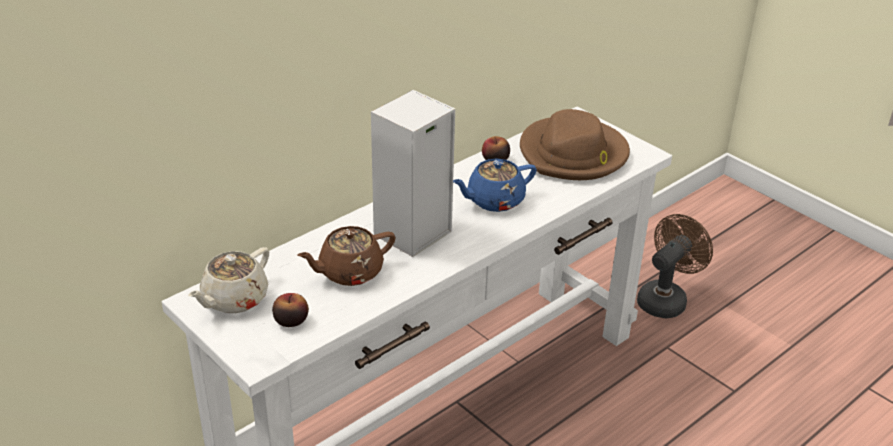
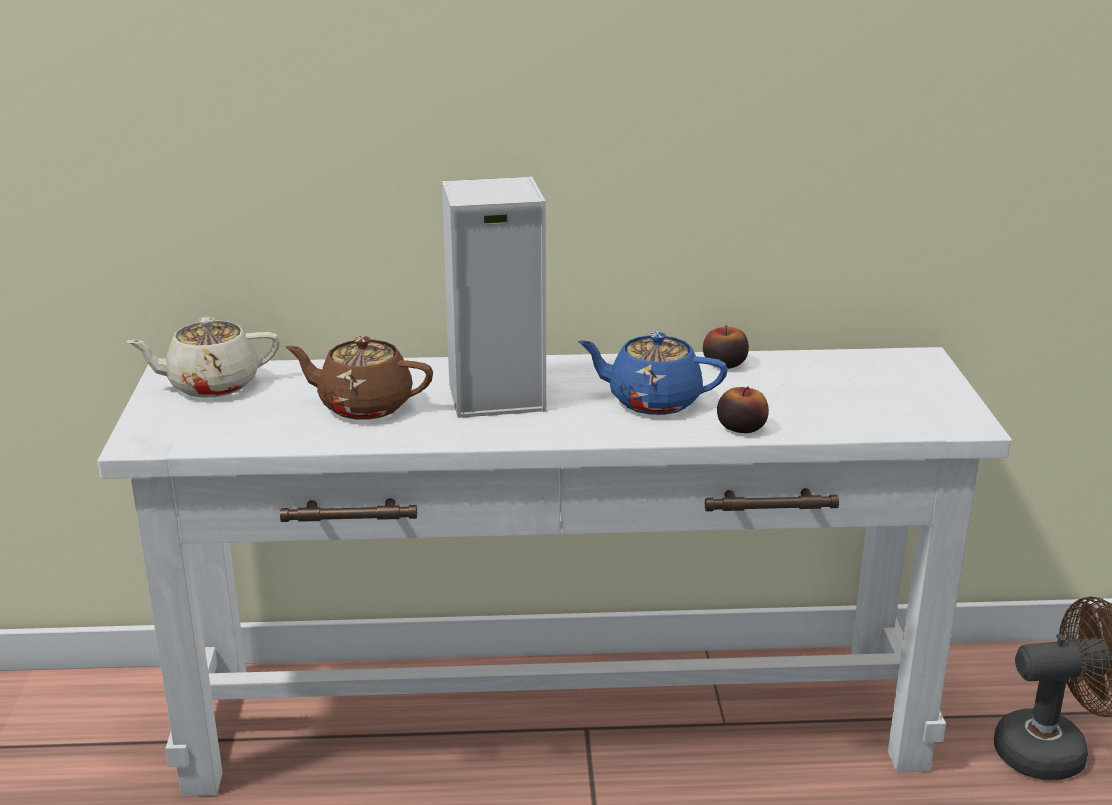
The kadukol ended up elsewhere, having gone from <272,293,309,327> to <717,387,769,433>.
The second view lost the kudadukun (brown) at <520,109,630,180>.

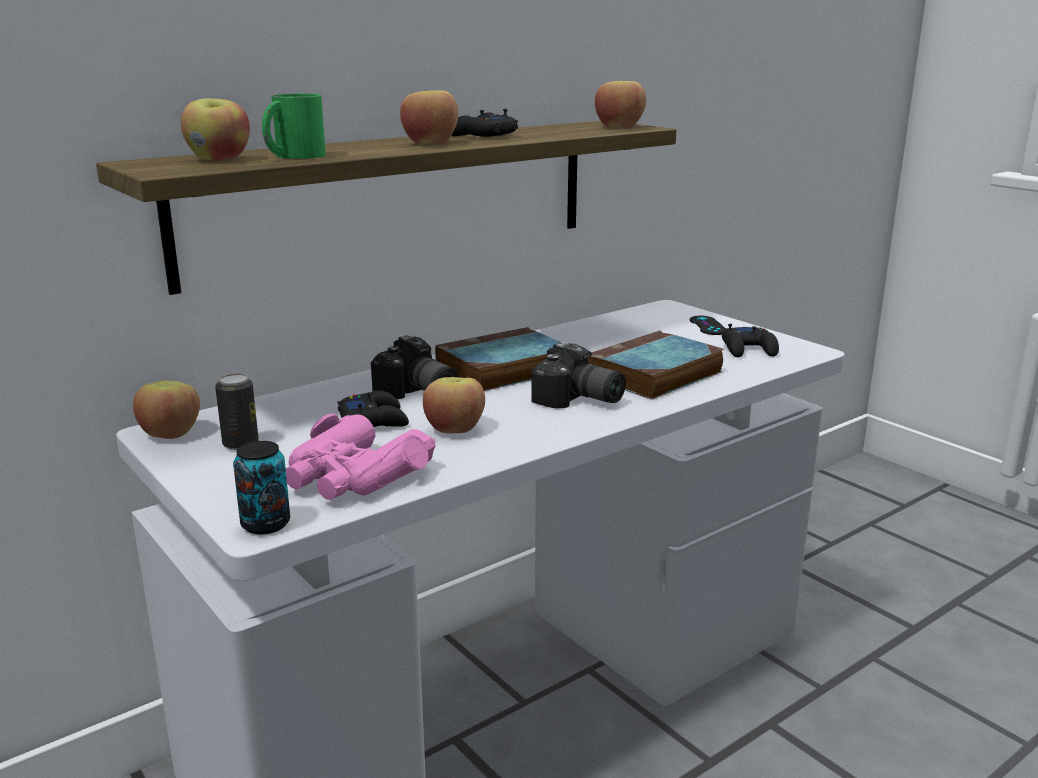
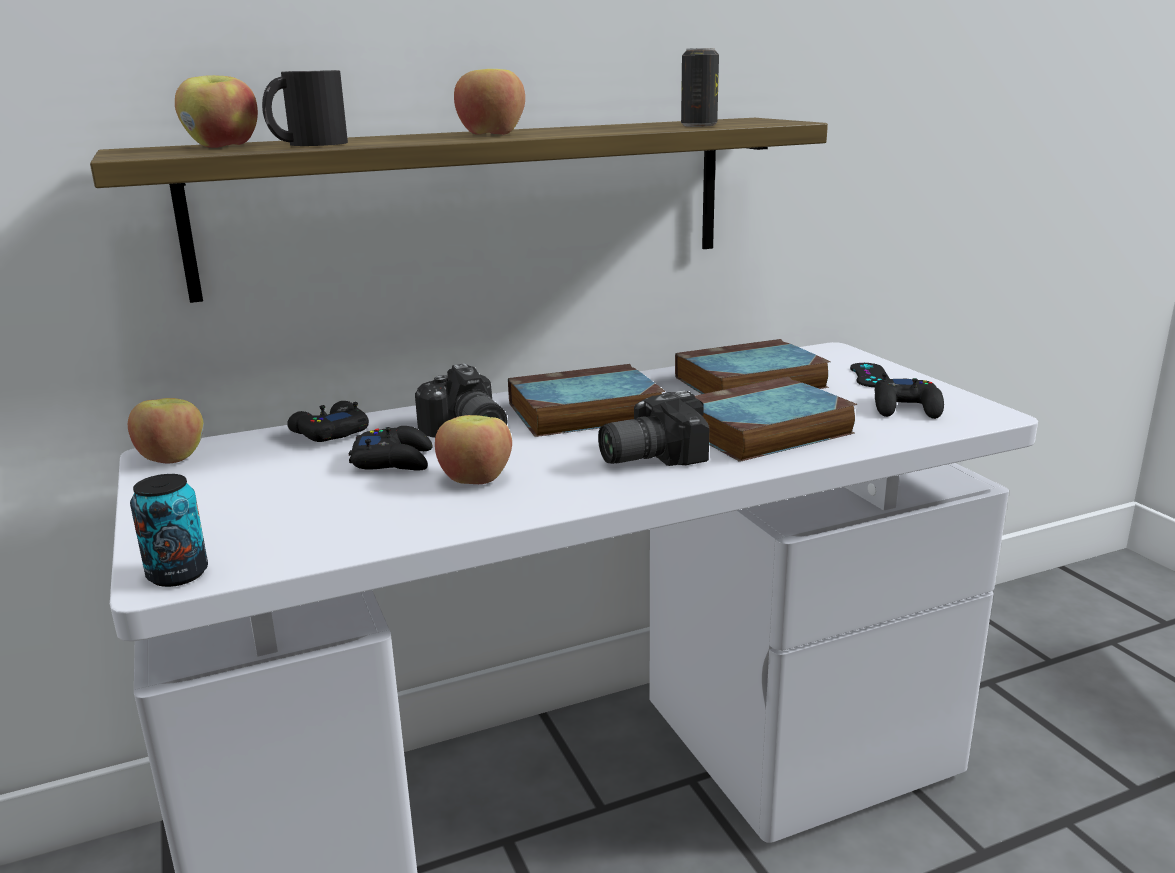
The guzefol ended up elsewhere, having gone from <215,374,259,450> to <681,48,719,127>.
What was the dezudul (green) at <262,93,326,159> turned into the dezudul (black) at <262,70,348,146>.
The second view lost the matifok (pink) at <286,414,436,500>.
The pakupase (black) ended up elsewhere, having gone from <451,109,518,137> to <287,401,369,442>.
The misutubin at <532,342,626,408> ended up facing another way, 105 degrees clockwise from before.
The second view lost the kadukol at <595,81,646,128>.
The second view gained the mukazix at <675,339,831,394>.

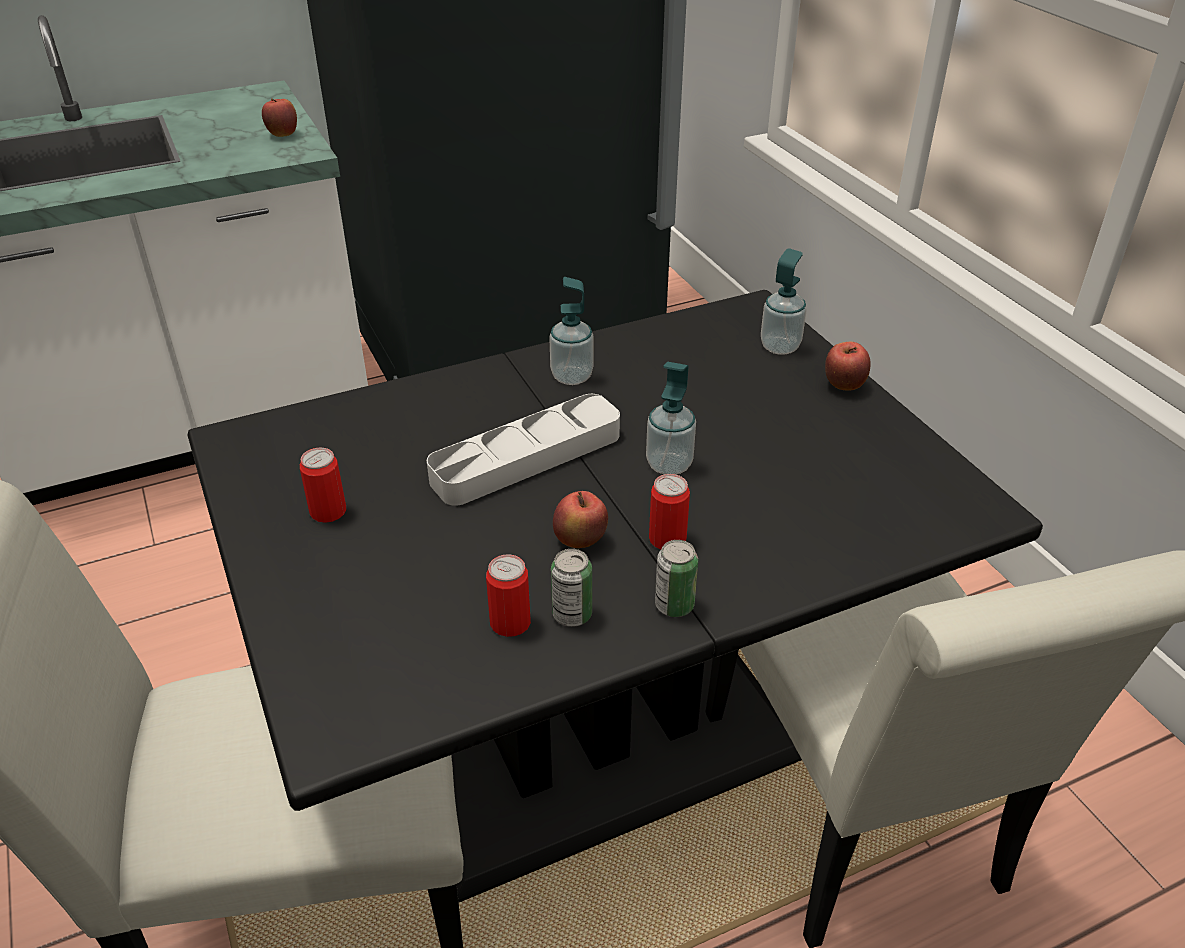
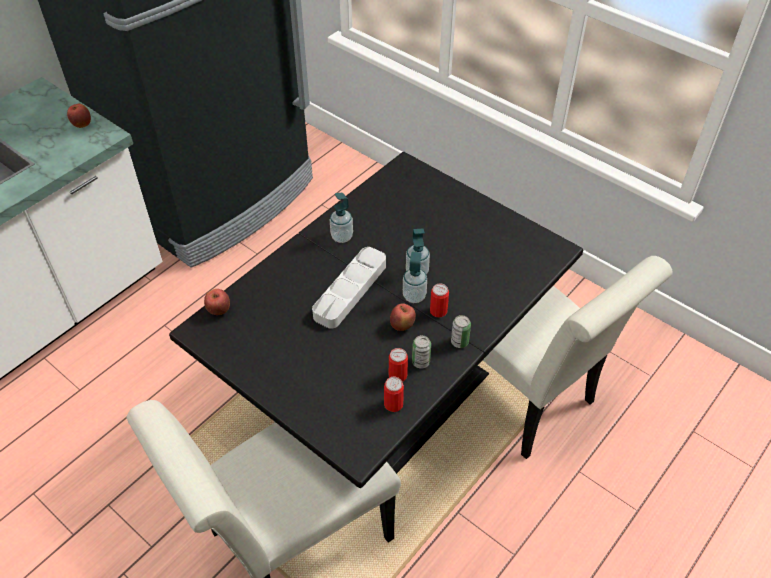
The guzefol ended up elsewhere, having gone from <300,448,346,523> to <384,377,404,412>.
The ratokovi ended up elsewhere, having gone from <761,248,807,355> to <403,252,427,303>.
The kadukol ended up elsewhere, having gone from <825,342,871,391> to <204,289,230,315>.

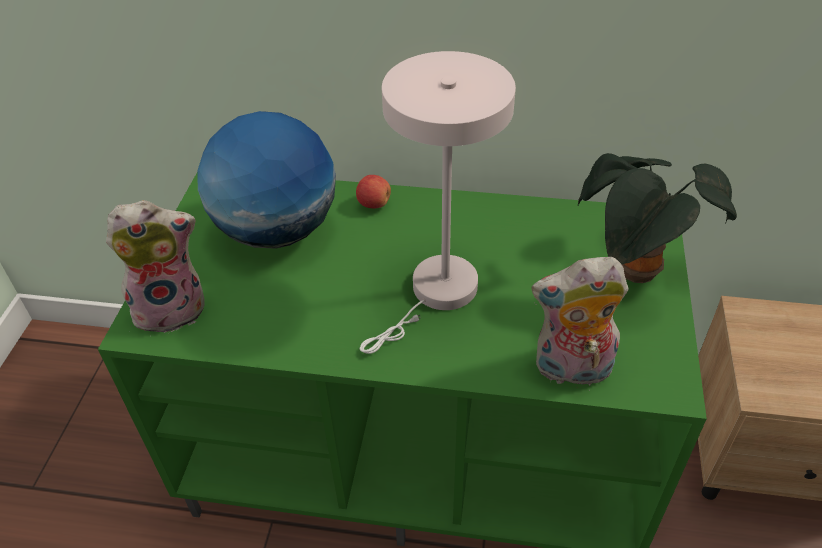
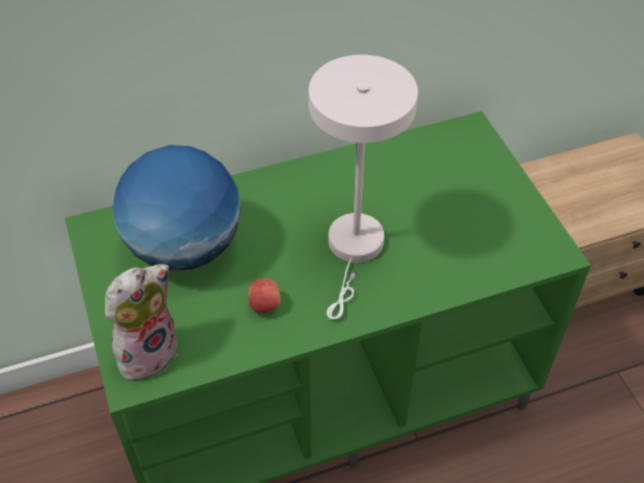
The kadukol ended up elsewhere, having gone from <356,175,391,208> to <247,278,281,313>.
The second view lost the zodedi at <531,257,629,391>.
The second view lost the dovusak at <578,153,737,283>.

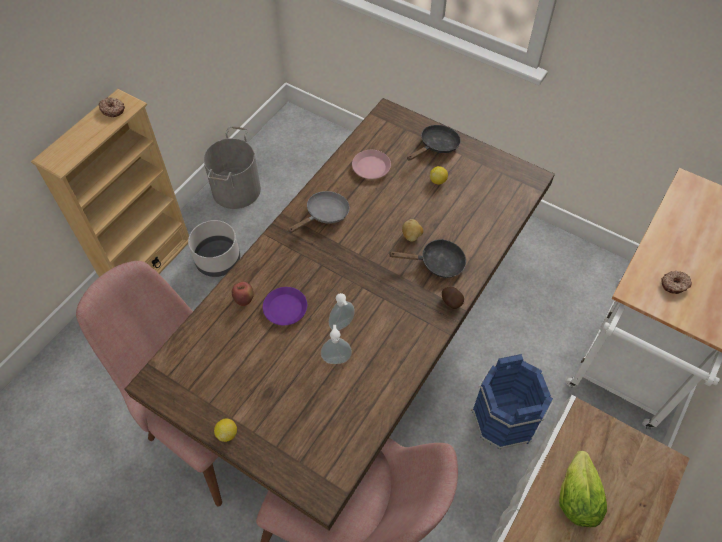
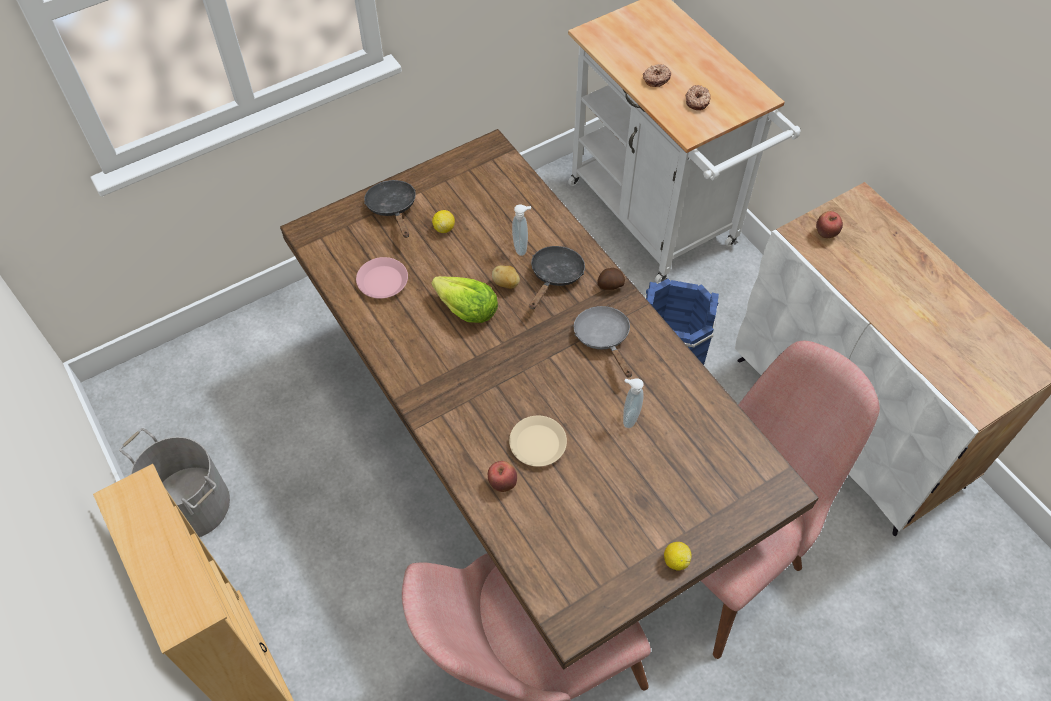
The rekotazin ended up elsewhere, having gone from <99,97,125,117> to <643,64,671,87>.
The second view lost the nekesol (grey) at <188,220,240,277>.
What was the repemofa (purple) at <263,287,307,325> turned into the repemofa (beige) at <509,416,567,467>.
The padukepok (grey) ended up elsewhere, having gone from <287,191,350,233> to <573,306,632,378>.
The ratokovi ended up elsewhere, having gone from <329,293,355,331> to <512,204,531,256>.
The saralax ended up elsewhere, having gone from <559,451,607,527> to <432,276,498,323>.
The second view gained the kadukol at <816,211,843,238>.

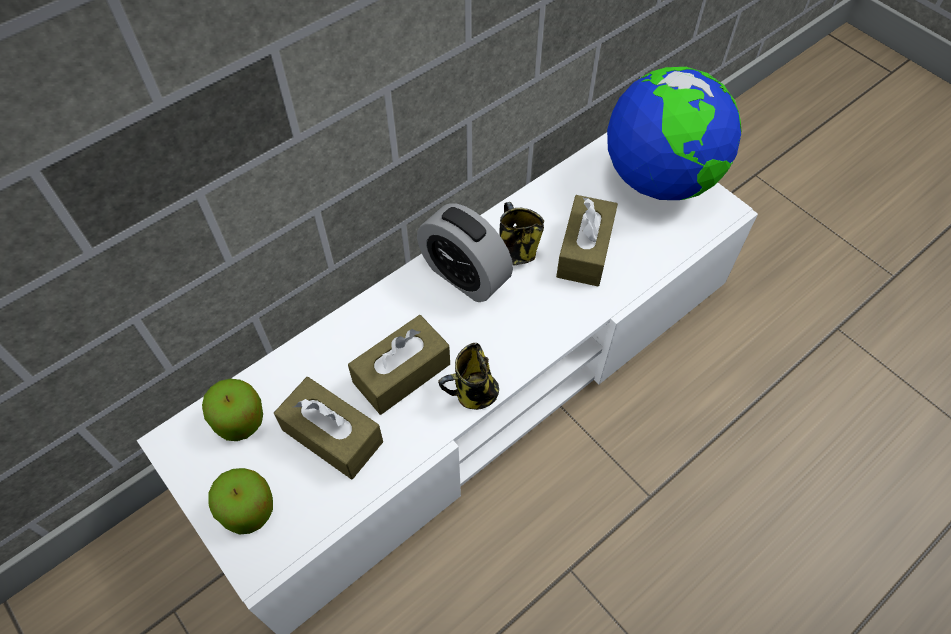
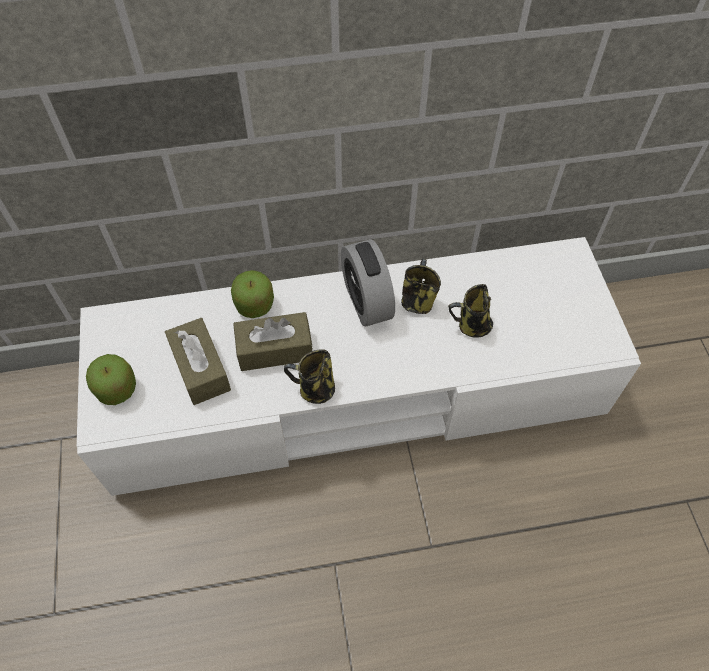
The kadukol ended up elsewhere, having gone from <202,379,263,441> to <231,270,274,318>.
Where the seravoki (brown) stood at <556,195,618,286>, the dezudul came to stand at <448,284,493,338>.
The second view lost the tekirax at <607,67,742,200>.

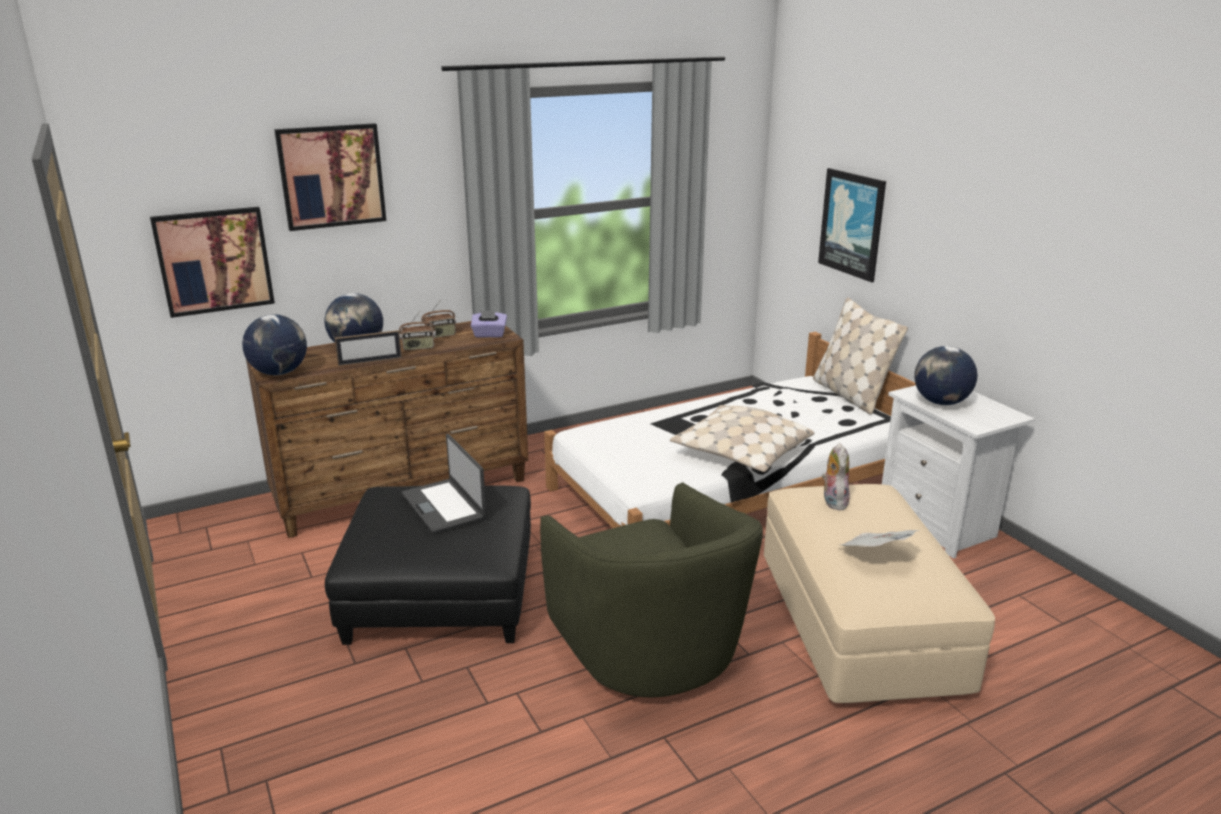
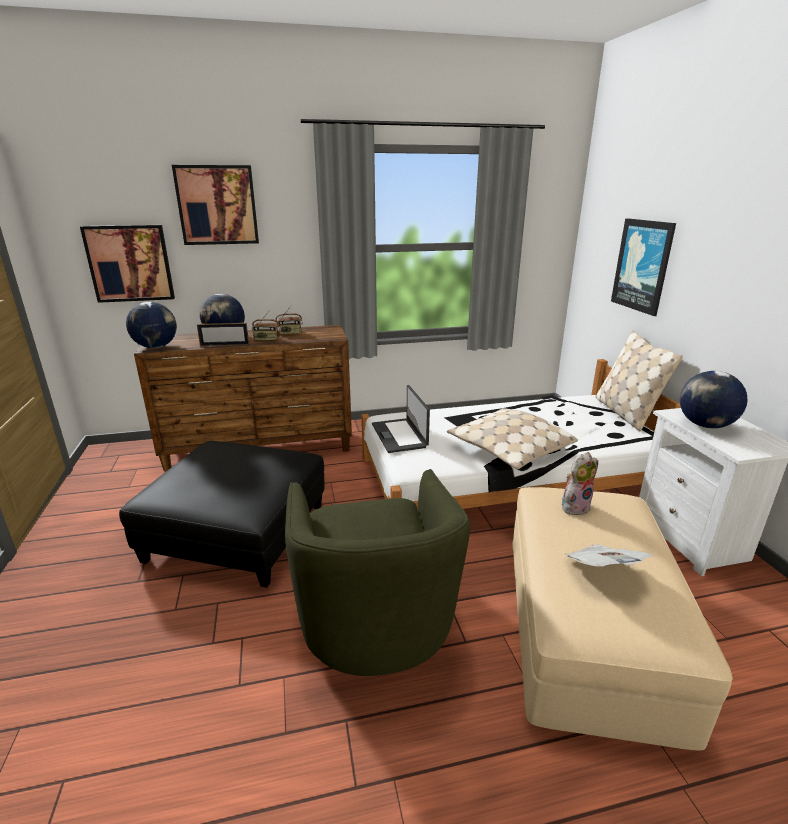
The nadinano ended up elsewhere, having gone from <402,434,486,534> to <372,385,430,453>.
The second view lost the seravoki (purple) at <471,310,507,338>.
The zodedi at <822,443,850,510> ended up facing another way, 45 degrees clockwise from before.

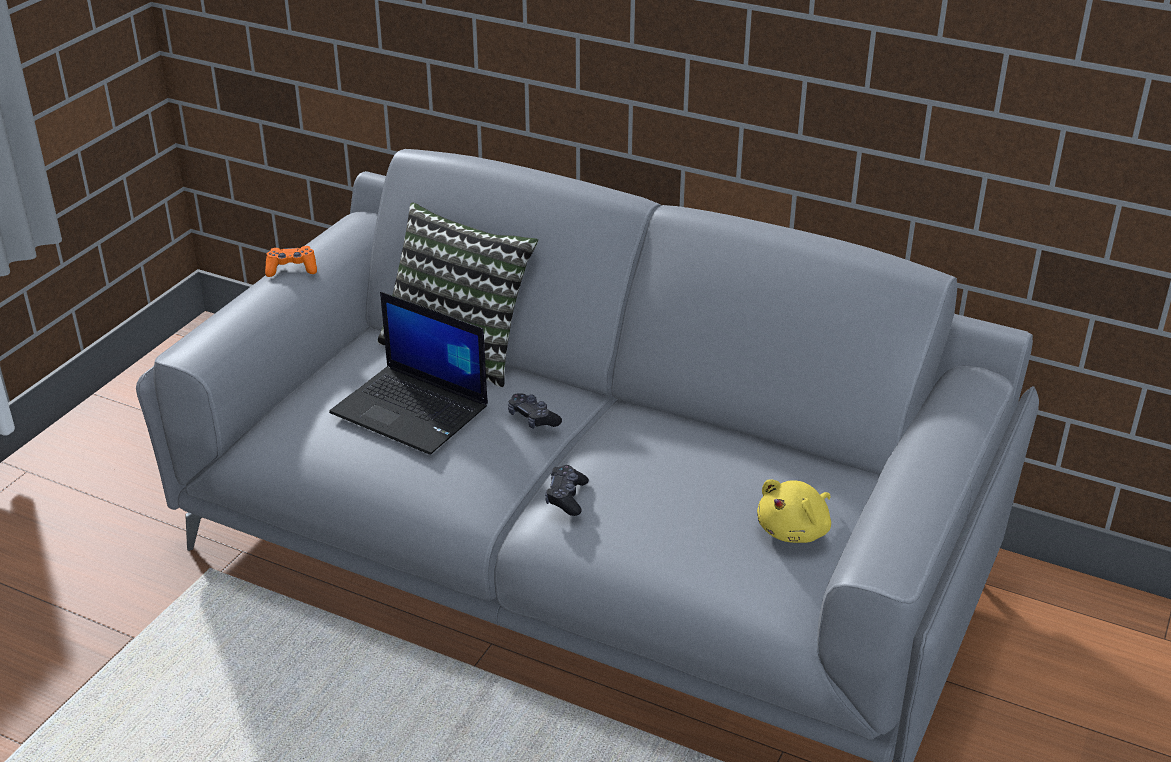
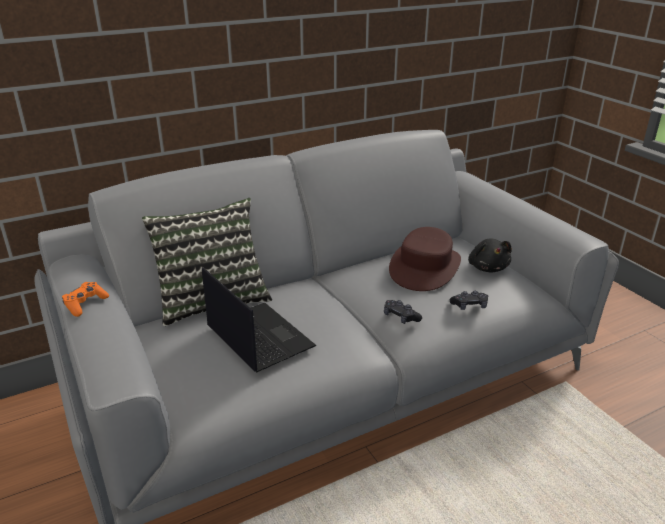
The nadinano at <329,292,488,455> ended up facing another way, 105 degrees counterclockwise from before.
The pakupase (black) ended up elsewhere, having gone from <508,394,562,429> to <450,291,488,310>.
What was the zodedi (yellow) at <757,479,831,543> turned into the zodedi (black) at <468,238,512,272>.
The second view gained the kudadukun (brown) at <389,227,461,291>.

